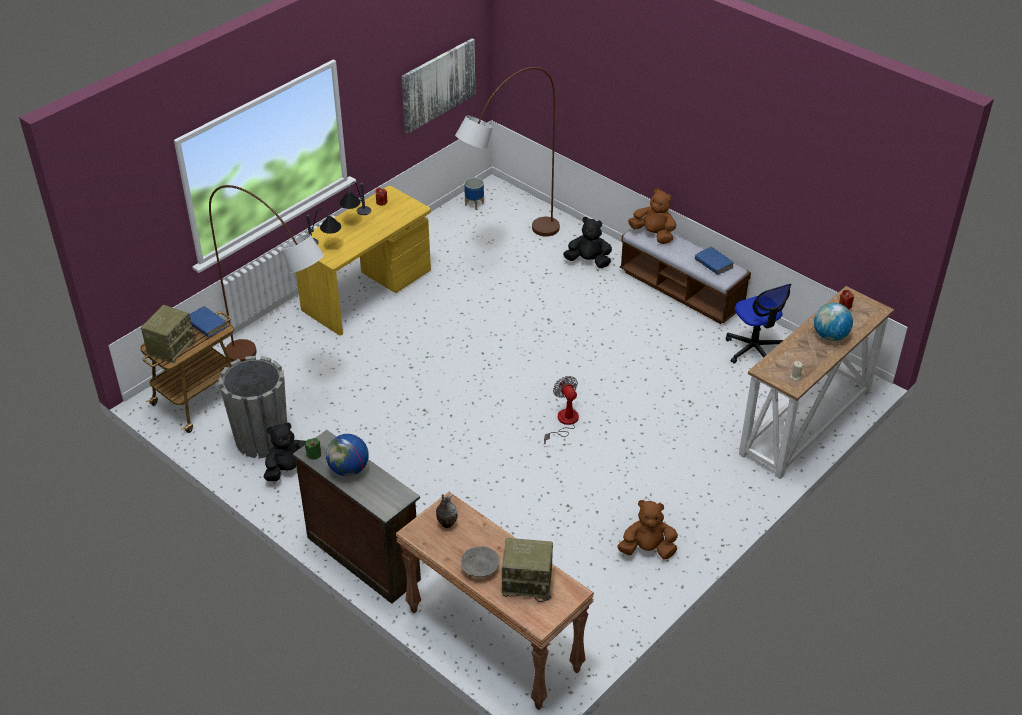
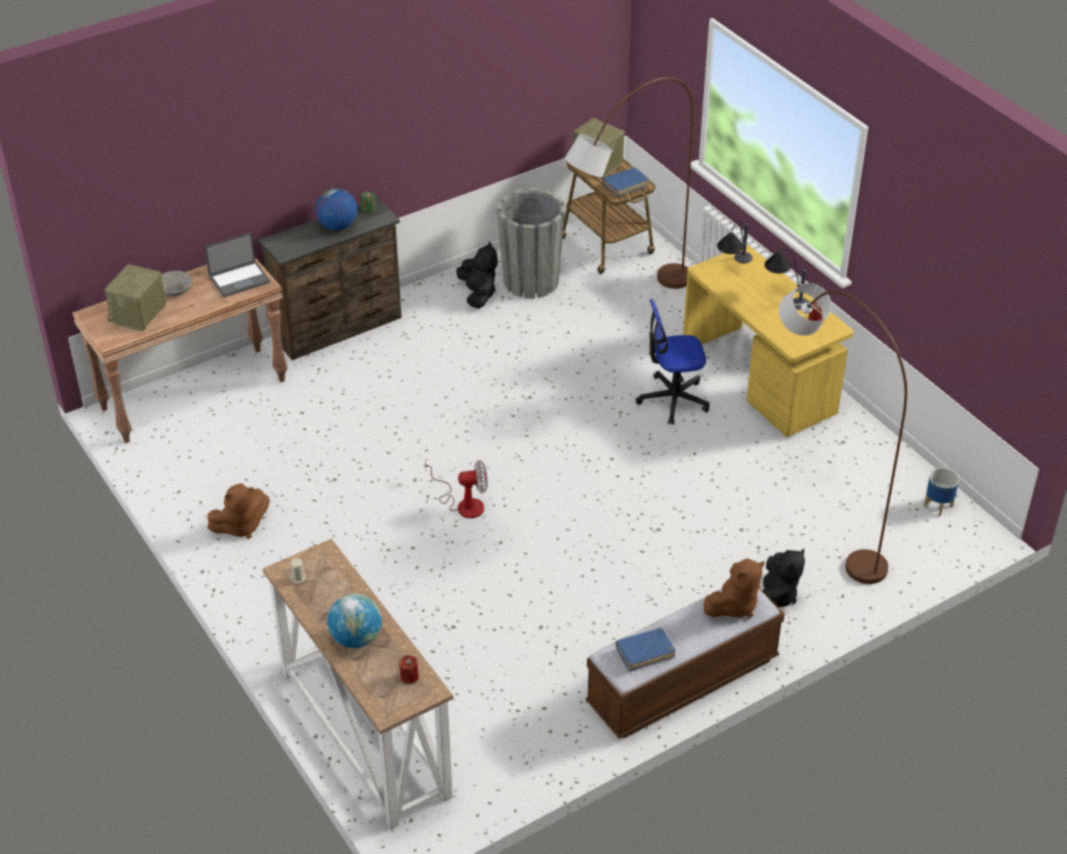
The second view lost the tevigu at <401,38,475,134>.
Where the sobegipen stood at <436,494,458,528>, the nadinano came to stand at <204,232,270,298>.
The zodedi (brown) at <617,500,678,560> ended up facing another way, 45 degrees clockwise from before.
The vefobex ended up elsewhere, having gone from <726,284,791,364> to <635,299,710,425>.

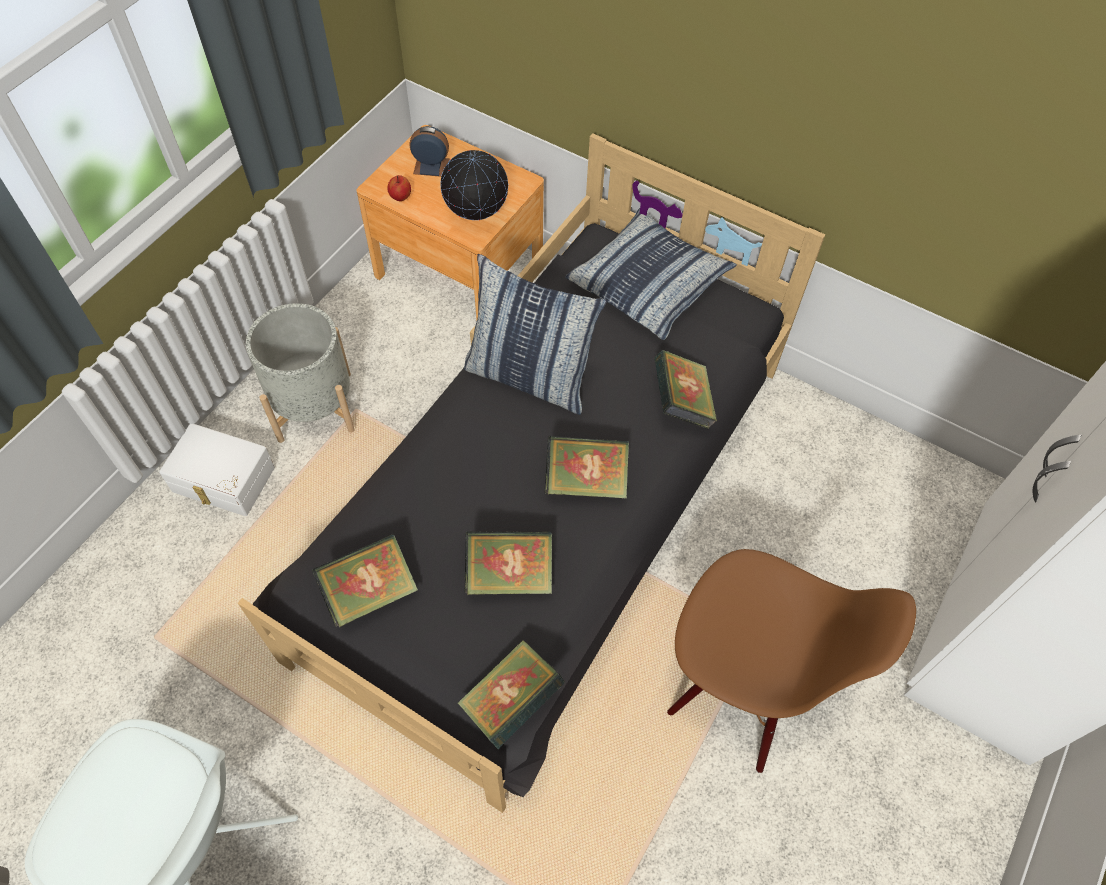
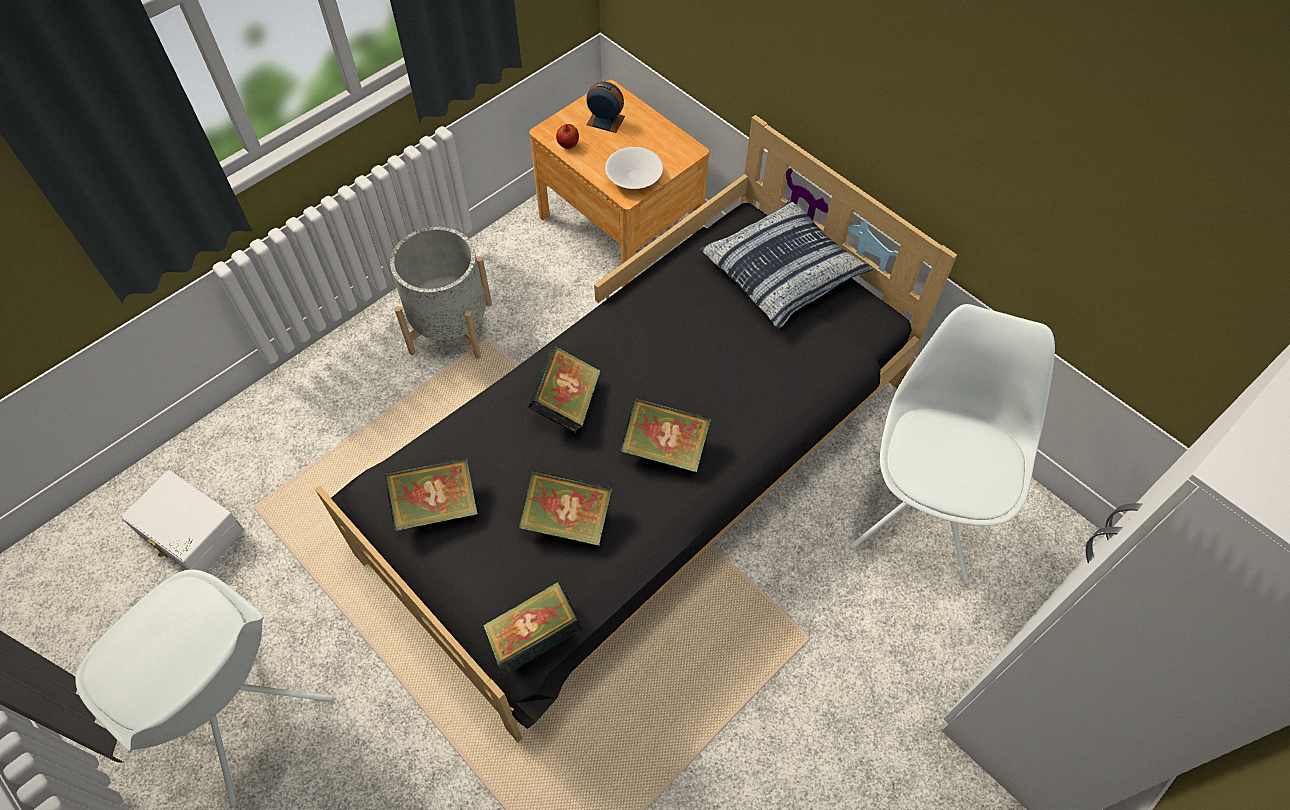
The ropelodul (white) ended up elsewhere, having gone from <159,424,275,516> to <121,470,244,572>.
Where the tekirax stood at <440,150,508,220>, the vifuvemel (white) came to stand at <605,147,663,189>.
The second view lost the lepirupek at <464,254,607,415>.
The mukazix ended up elsewhere, having gone from <654,350,717,430> to <528,346,600,433>.
The second view lost the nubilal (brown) at <667,549,916,773>.
The second view gained the nubilal (white) at <849,304,1055,585>.

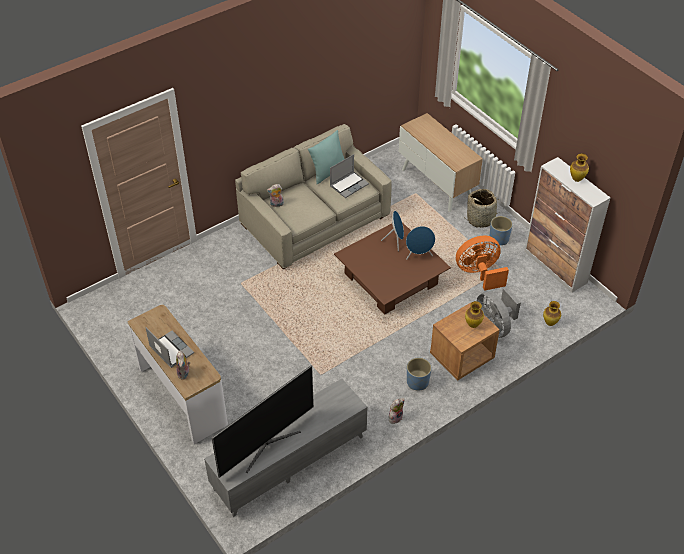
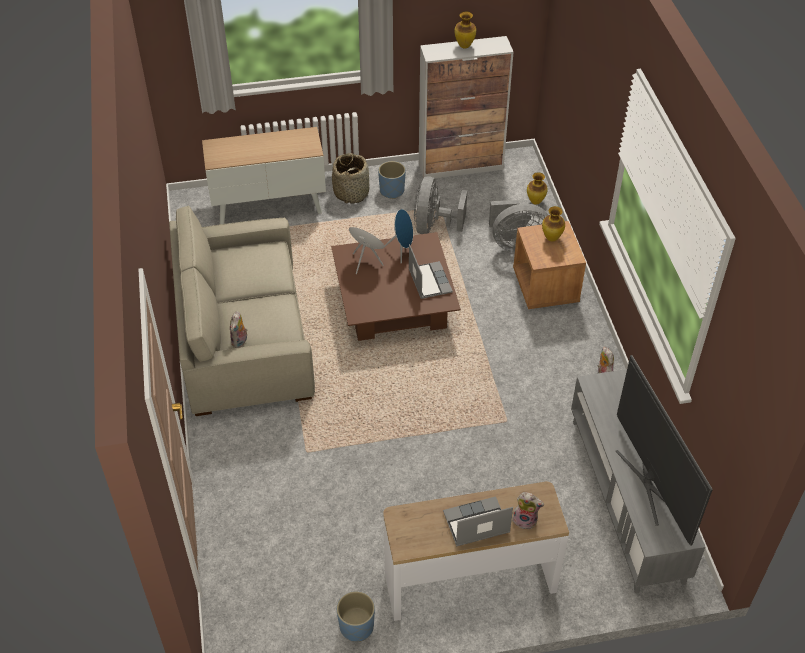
The second view lost the lepirupek (turquoise) at <308,130,344,185>.
The nadinano ended up elsewhere, having gone from <330,154,369,198> to <409,244,453,299>.
The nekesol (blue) ended up elsewhere, having gone from <407,358,431,391> to <337,591,375,642>.
What was the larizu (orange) at <456,236,509,291> turned into the larizu (grey) at <414,177,467,234>.

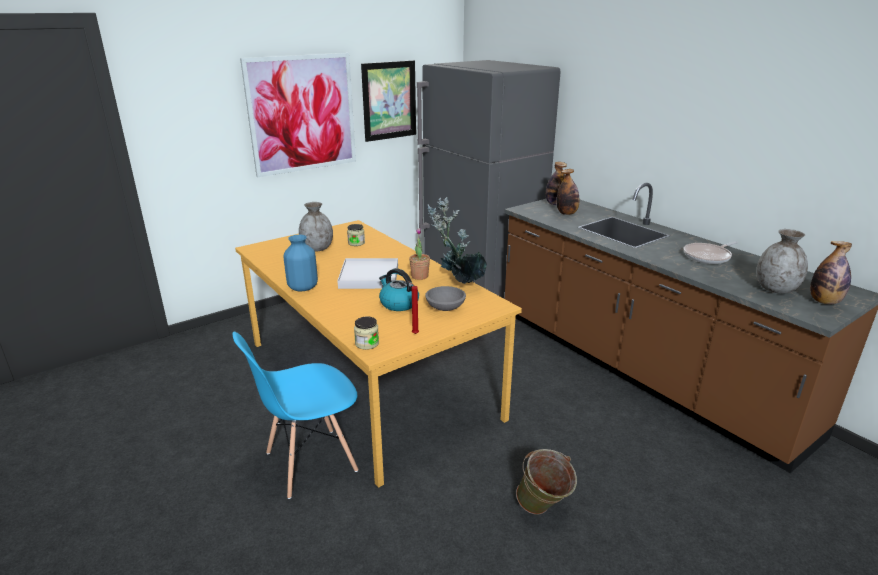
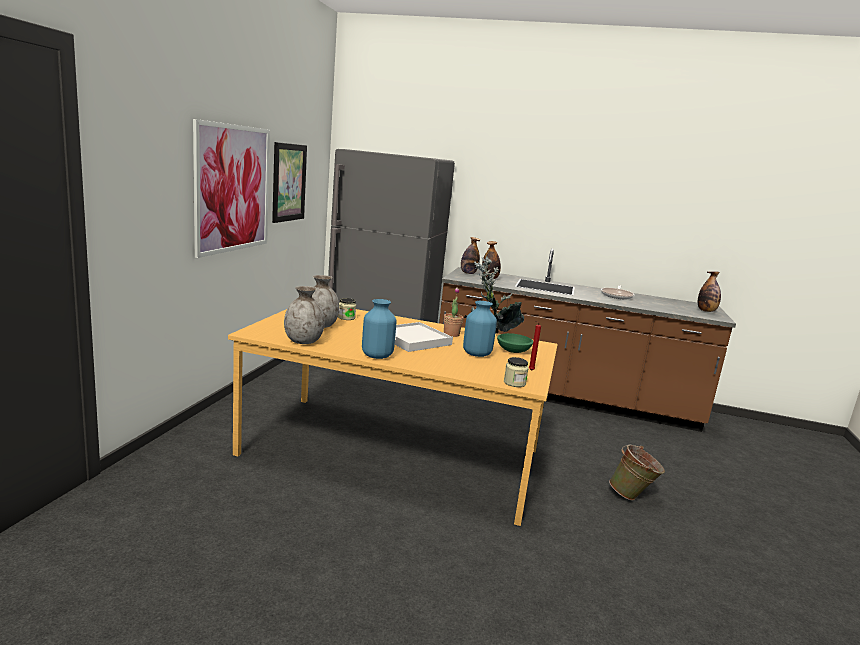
The second view lost the nubilal (blue) at <233,331,358,499>.
Where the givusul stood at <379,268,419,311>, the sobegipen (blue) came to stand at <463,301,497,357>.
What was the vifuvemel (grey) at <425,286,466,311> turned into the vifuvemel (green) at <497,333,533,353>.
The sobegipen (grey) ended up elsewhere, having gone from <756,229,808,294> to <284,286,325,344>.

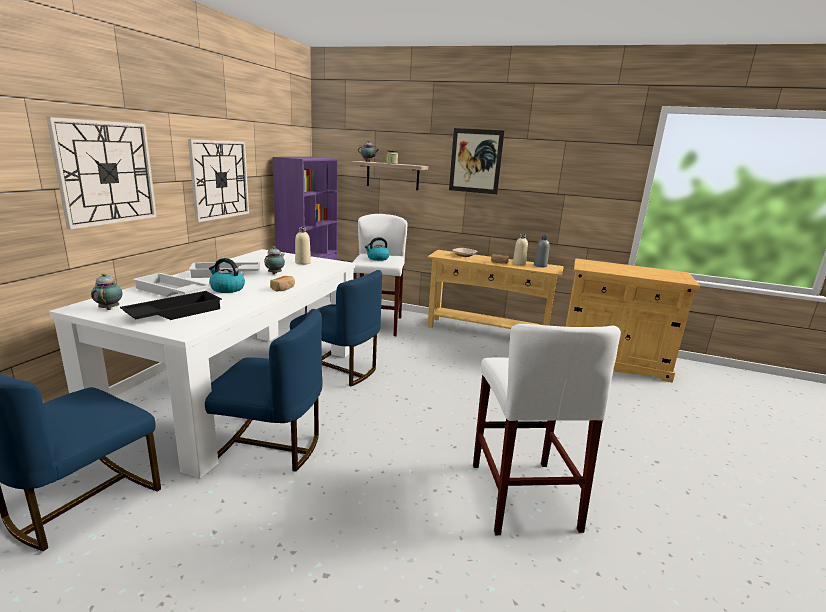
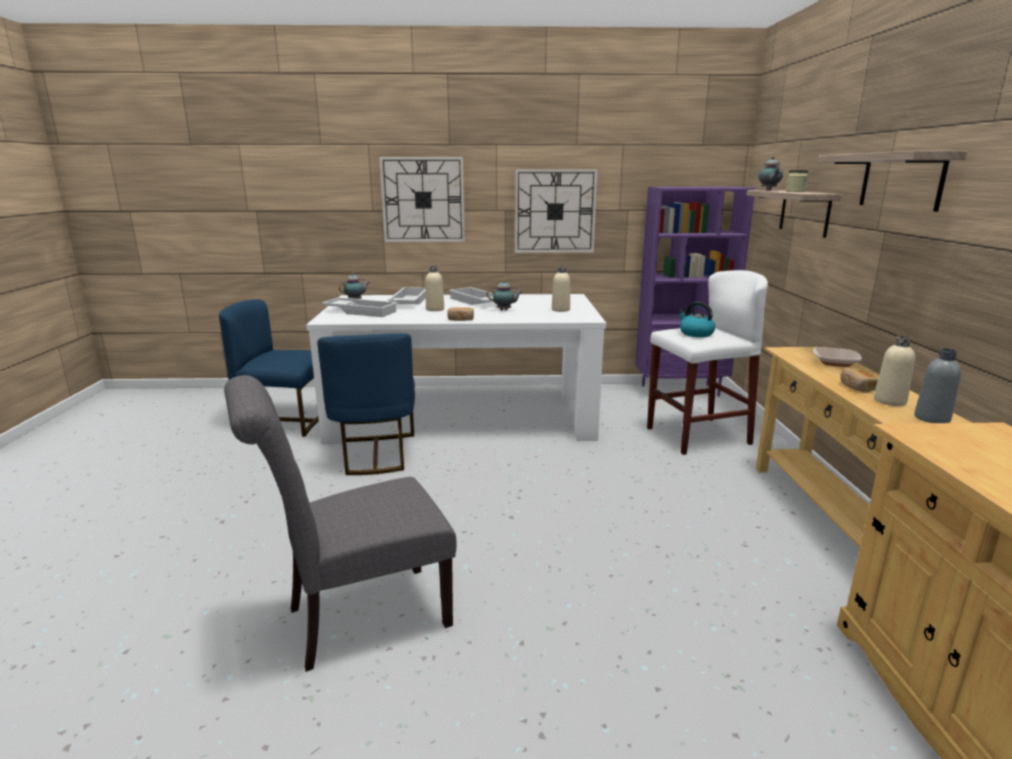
What was the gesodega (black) at <120,291,222,320> turned into the gesodega (white) at <322,297,398,317>.
Where the givusul stood at <209,258,245,293>, the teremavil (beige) came to stand at <426,266,444,311>.
The second view lost the nubilal (blue) at <290,270,382,386>.
Where the tevigu hung at <449,128,504,194>, the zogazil came to hang at <817,151,967,212>.
Where the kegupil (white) stood at <473,324,621,535>, the nubilal (grey) came to stand at <224,375,457,672>.

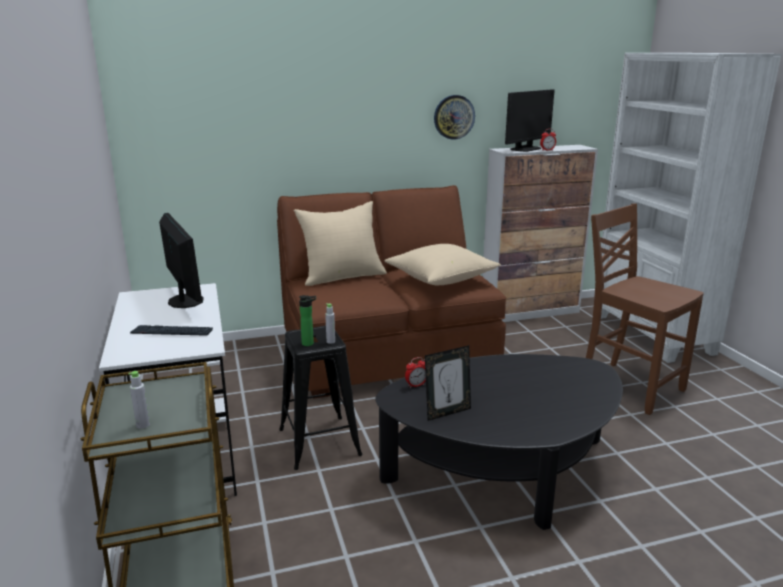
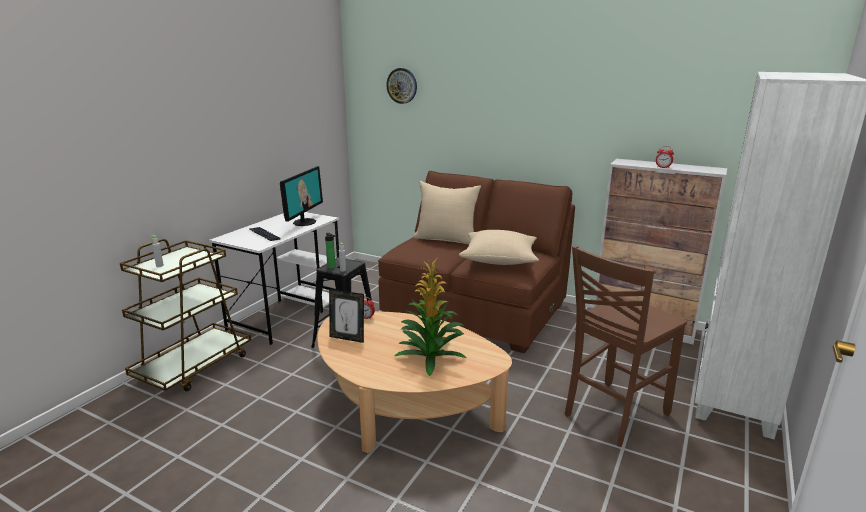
What was the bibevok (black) at <376,354,623,530> turned into the bibevok (beige) at <317,311,512,453>.
The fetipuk ended up elsewhere, having gone from <434,95,475,140> to <386,68,417,104>.
The second view lost the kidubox at <505,89,555,152>.
The nubilal (brown) at <586,203,704,415> ended up facing another way, 135 degrees counterclockwise from before.
The second view gained the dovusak at <394,258,467,376>.

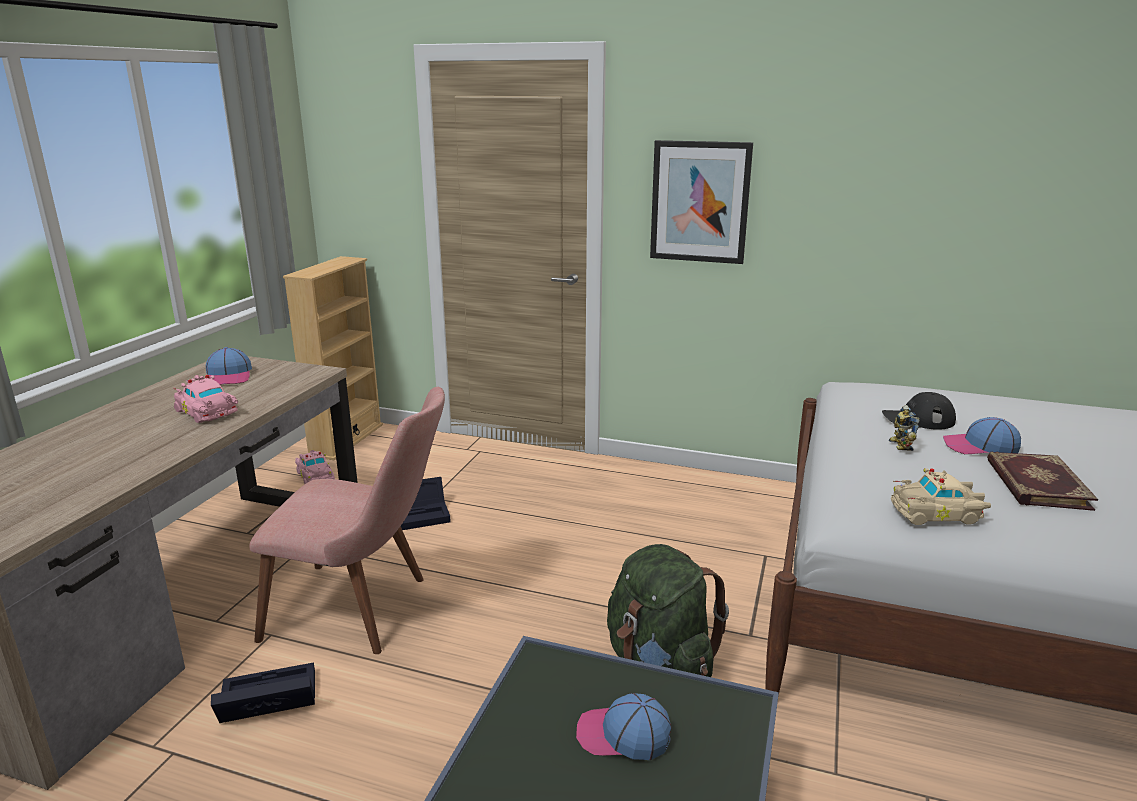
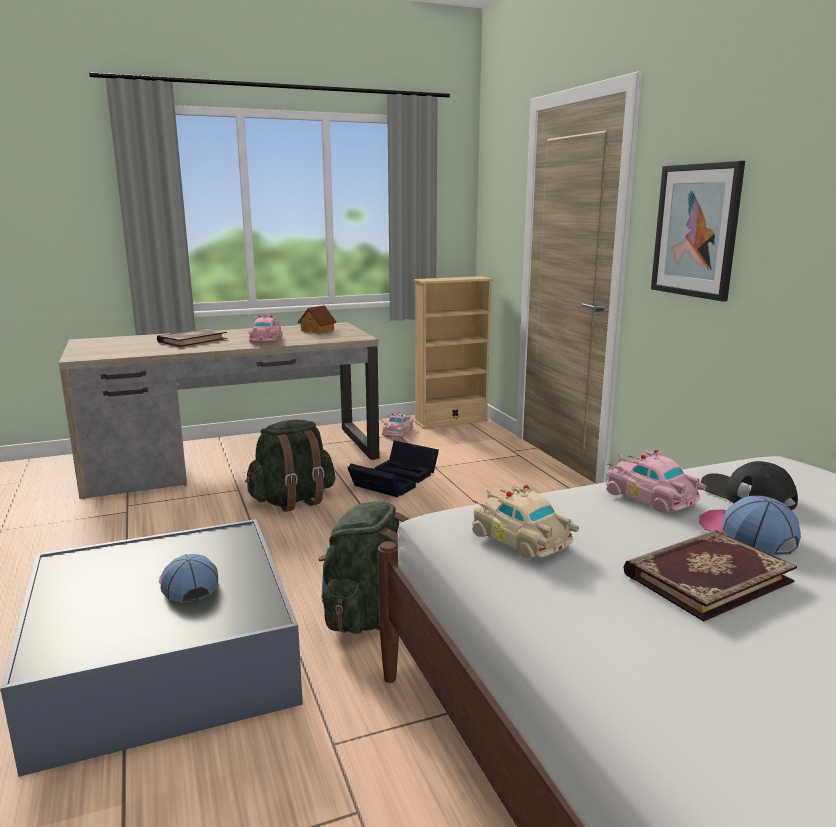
Where the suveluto stood at <206,347,252,385>, the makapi came to stand at <297,305,336,333>.
The ropelodul (black) ended up elsewhere, having gone from <211,662,315,723> to <347,464,416,497>.
Where the nubilal (pink) stood at <249,387,445,654>, the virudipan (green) came to stand at <245,420,335,512>.
Where the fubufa stood at <889,405,920,451>, the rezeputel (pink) came to stand at <605,449,706,512>.
The second view gained the mukazix at <157,328,228,347>.

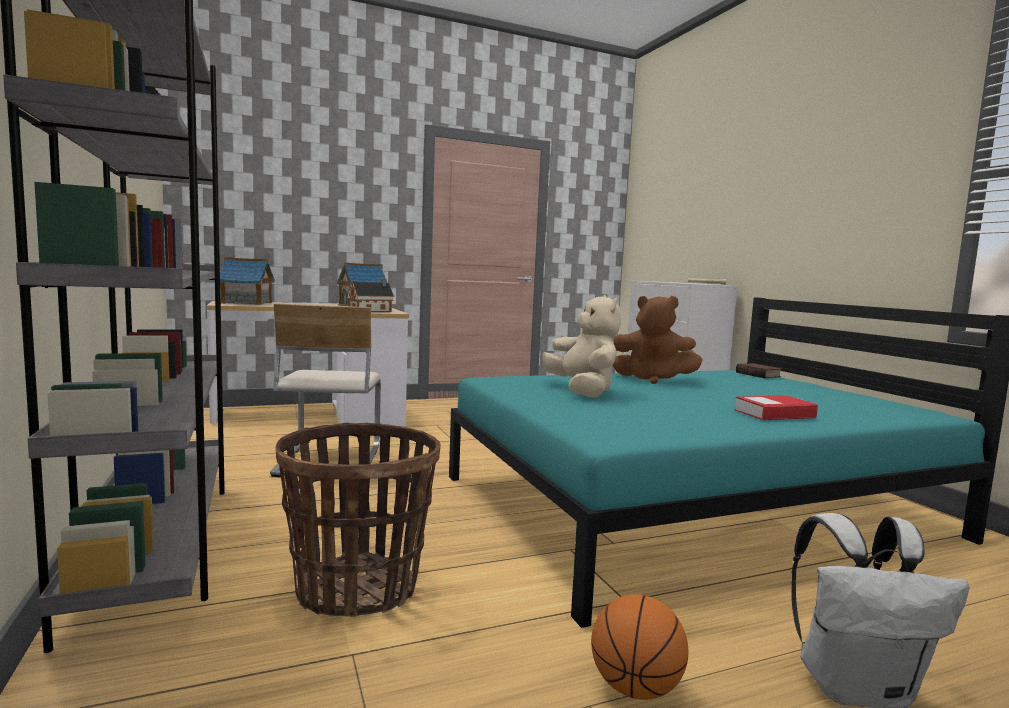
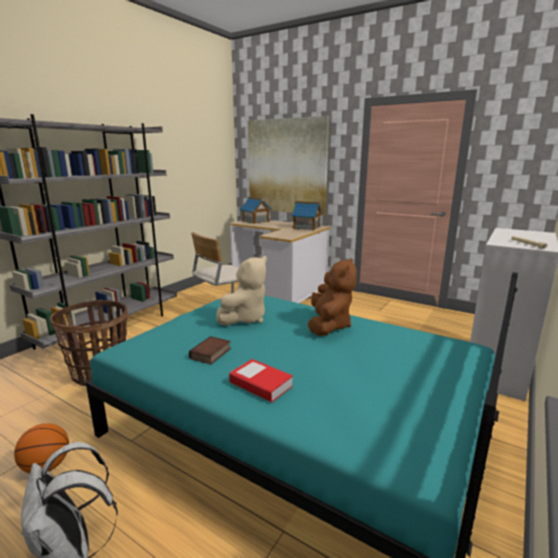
The second view lost the makapi at <347,280,394,312>.
The zodedi (brown) at <613,296,703,384> ended up facing another way, 150 degrees counterclockwise from before.
The mukazix ended up elsewhere, having gone from <736,363,782,378> to <189,336,231,365>.
The second view gained the tevigu at <248,116,329,216>.

